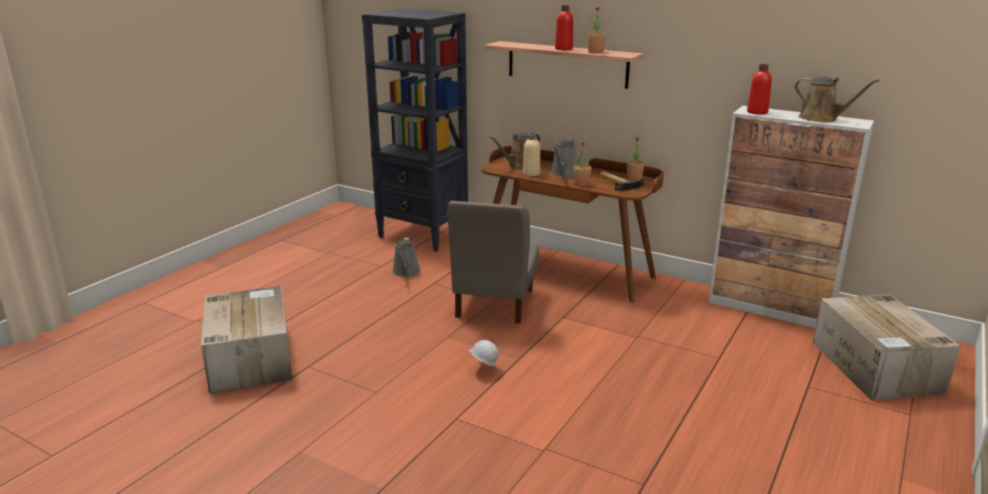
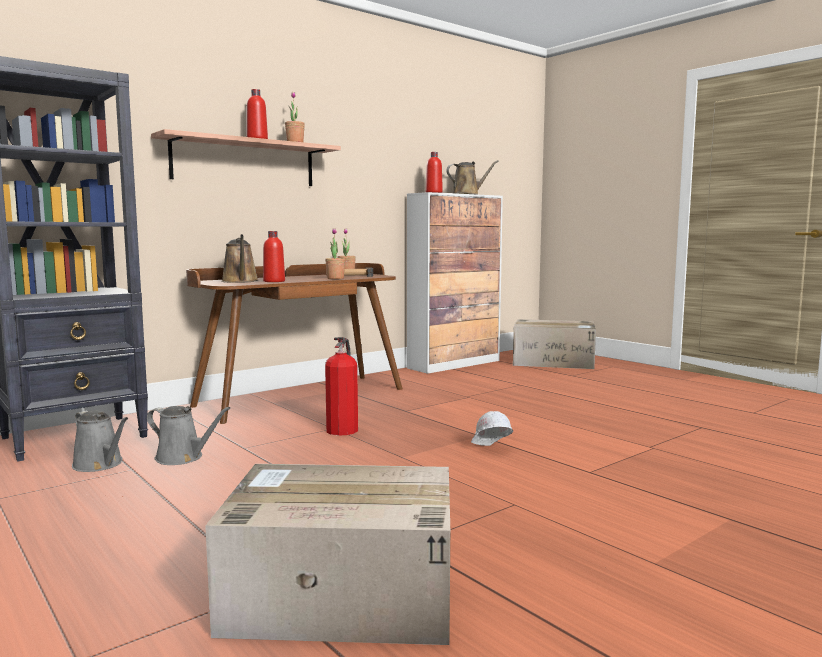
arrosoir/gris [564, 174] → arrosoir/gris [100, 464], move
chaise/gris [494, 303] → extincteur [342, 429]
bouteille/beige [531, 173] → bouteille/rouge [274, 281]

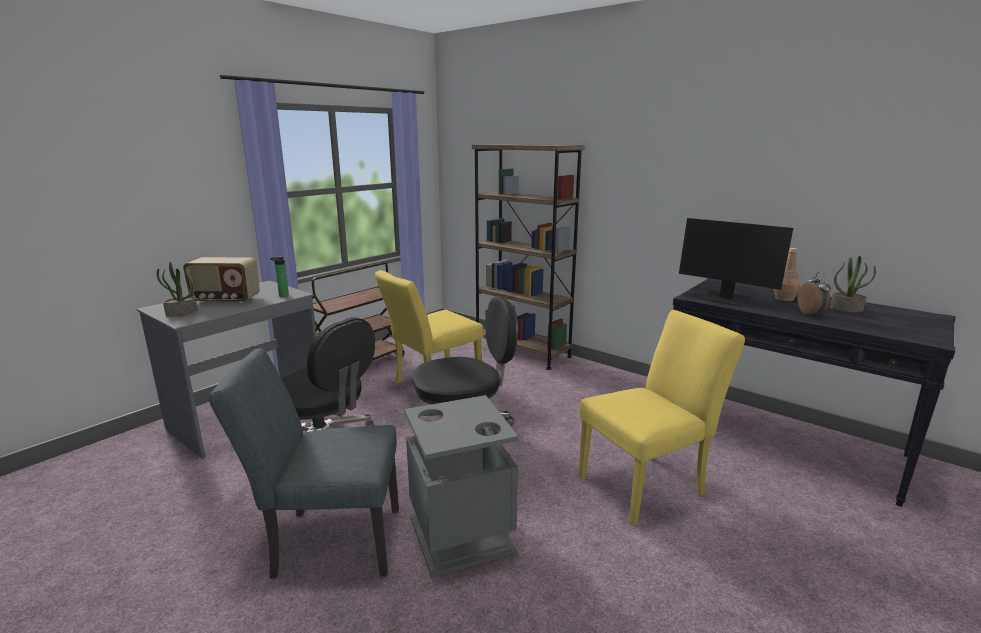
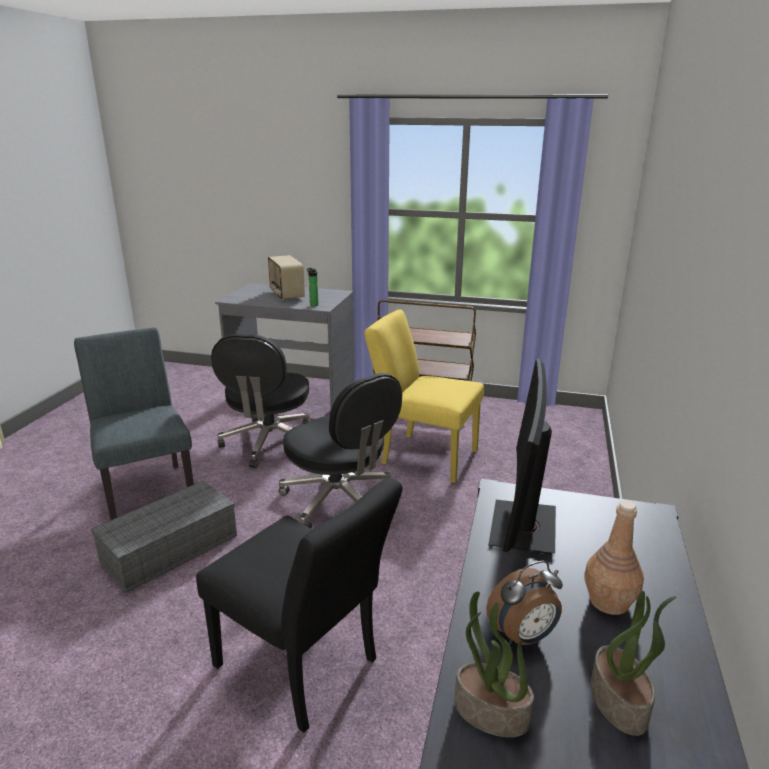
bibliothèque/marron [522, 351] → -
plante en pot [181, 313] → plante en pot [490, 713], move
poubelle/gris [462, 535] → boîte de rangement/gris [169, 550]
chaise/jaune [648, 484] → chaise/noir [305, 668]

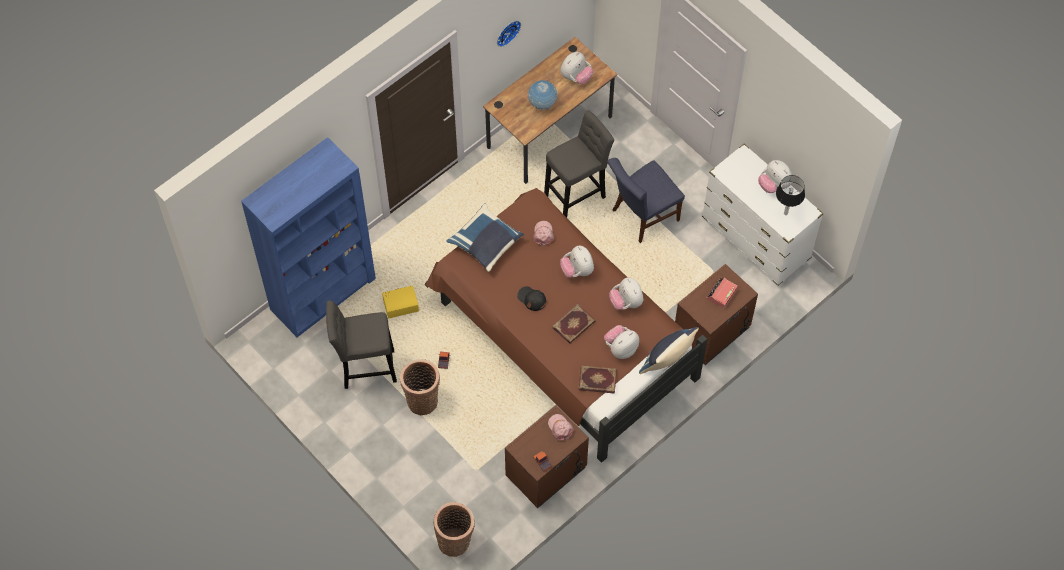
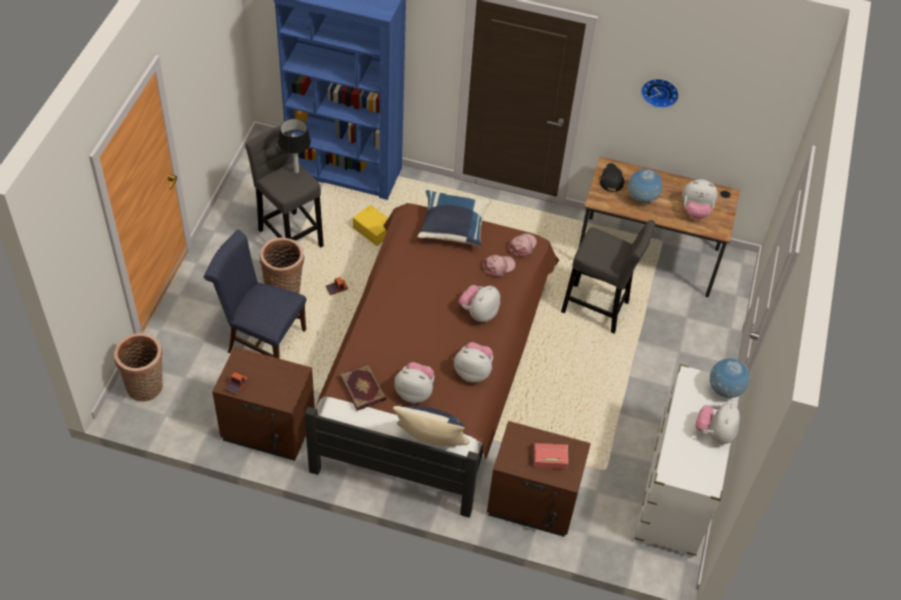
livre [574, 325] → -
- → globe [724, 390]
casquette/noir [531, 299] → casquette/noir [611, 180], move
casquette/rose [560, 428] → casquette/rose [522, 246], move
chaise/bleu [641, 217] → chaise/bleu [262, 340], move
lampe de table [785, 213] → lampe de table [296, 171], move
peluche [626, 302] → peluche [473, 372], 75 degrees clockwise

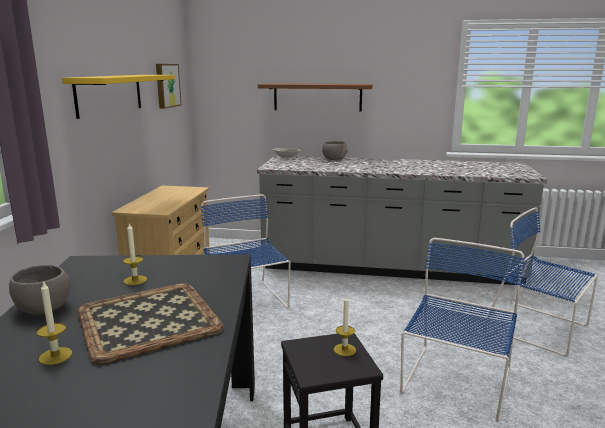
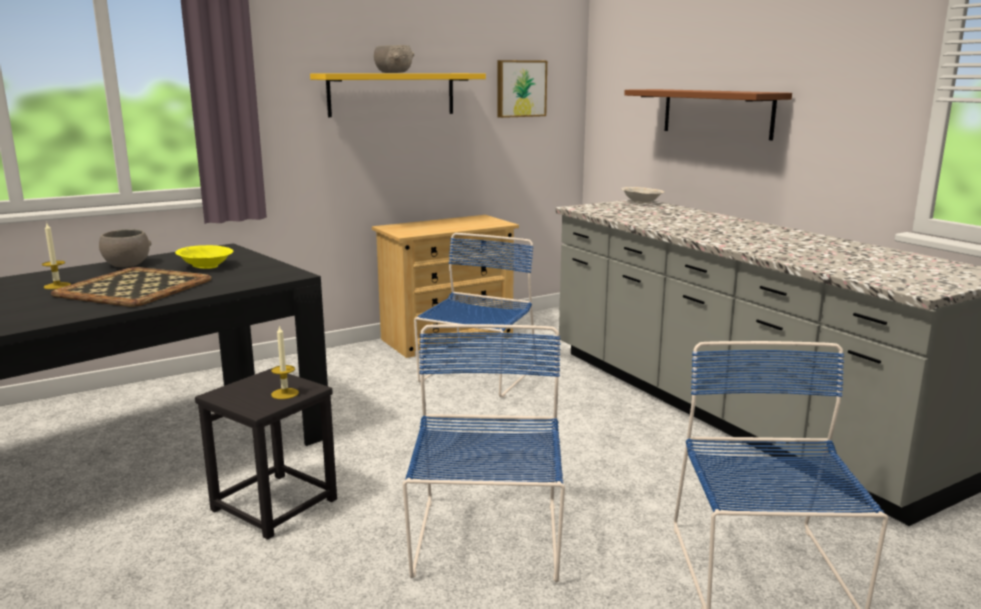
bol/gris [334, 159] → bol/gris [394, 73], move
bougie [135, 280] → bol/jaune [206, 266]
chaise/bleu [455, 384] → chaise/bleu [487, 542], 75 degrees counterclockwise

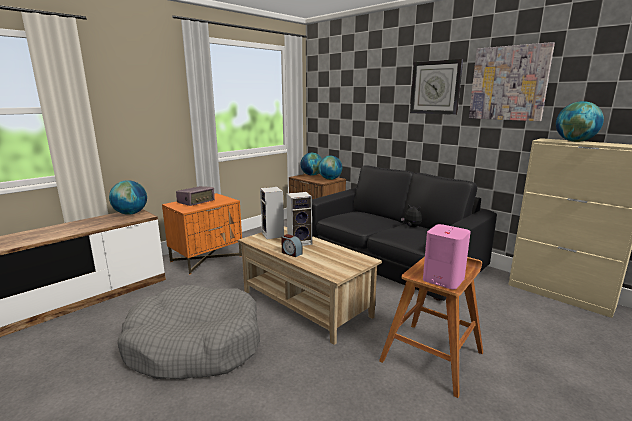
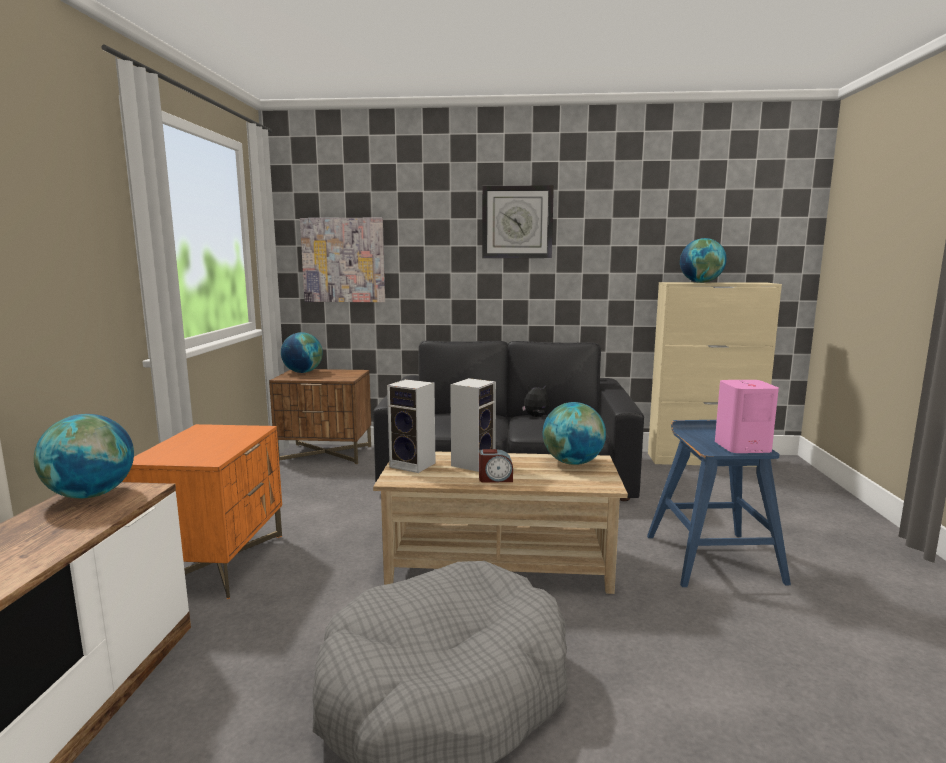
radio [196, 202] → -
globe [330, 179] → globe [573, 463], move
tableau [508, 83] → tableau [343, 260], move
tabouret/marron [432, 356] → tabouret/bleu [712, 557]

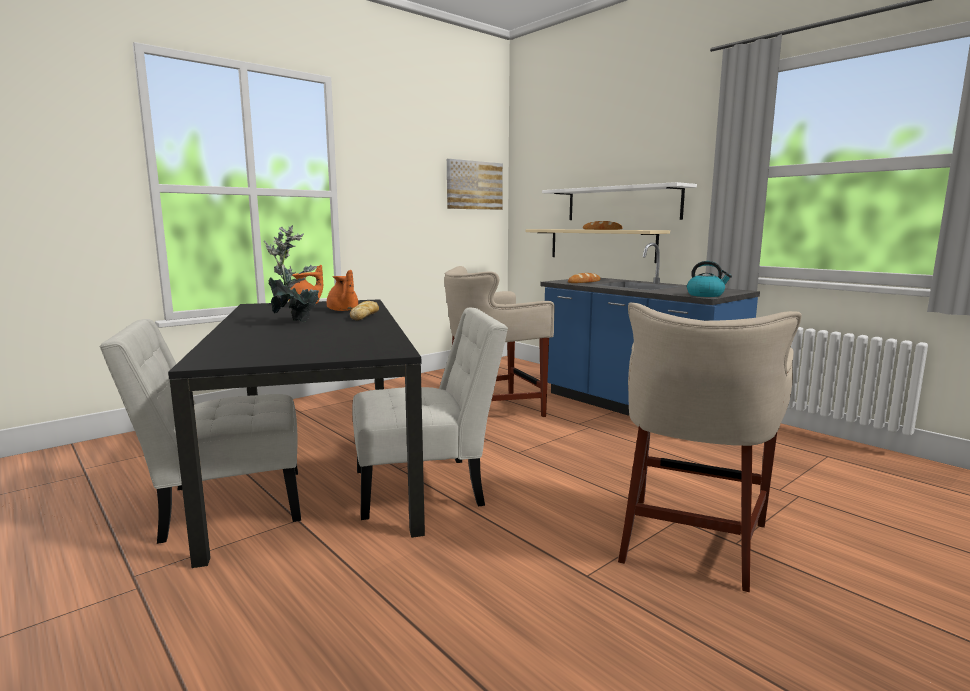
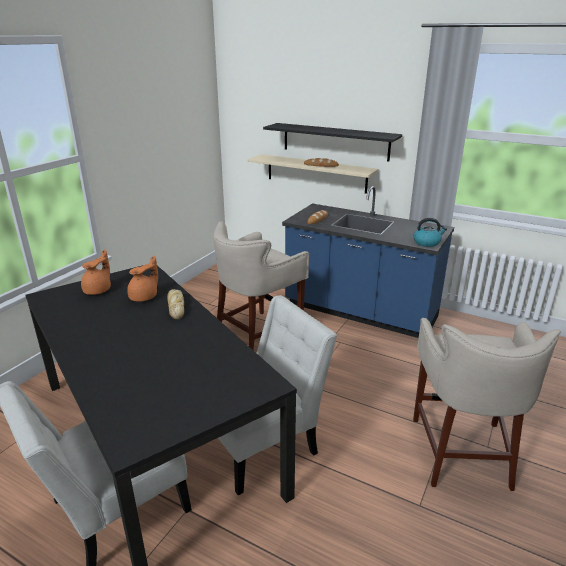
plante en pot [294, 321] → -
tableau [474, 185] → -
étagère/blanc [622, 204] → étagère/noir [335, 141]
théière/orange [343, 310] → théière/orange [145, 297], 90 degrees counterclockwise

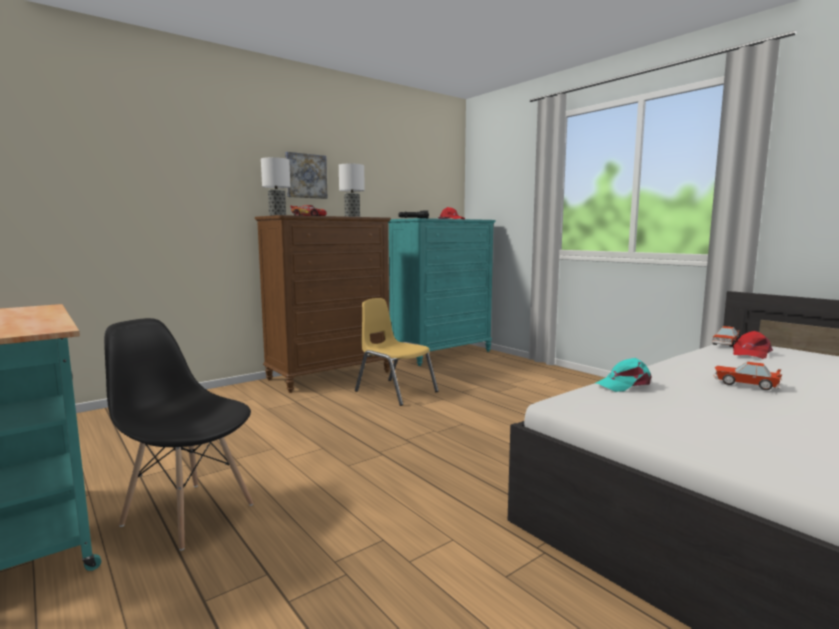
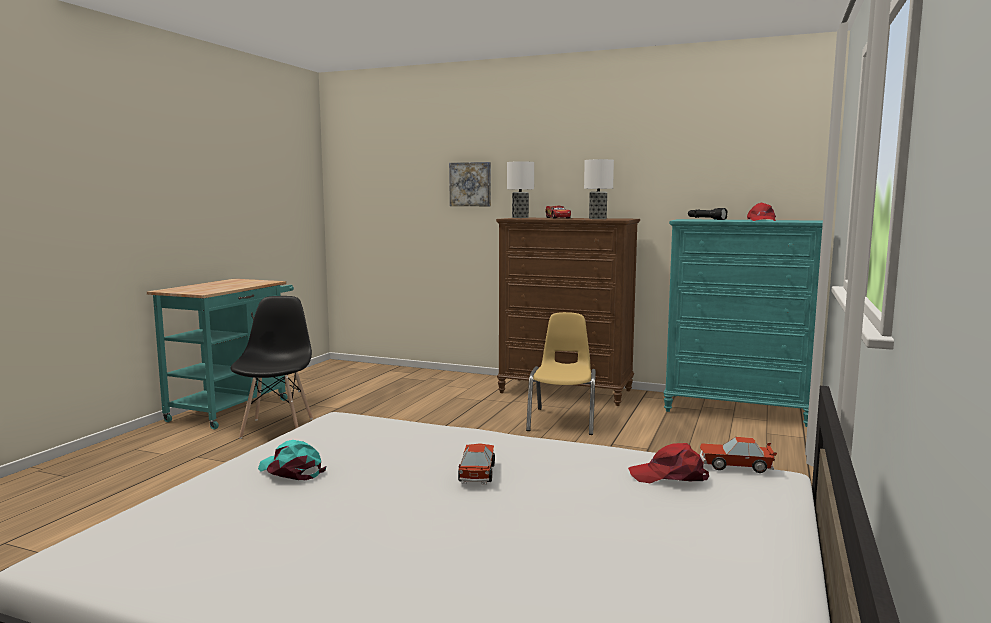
tableau [305, 176] → tableau [471, 184], move
casquette/turquoise [624, 385] → casquette/turquoise [291, 470], move

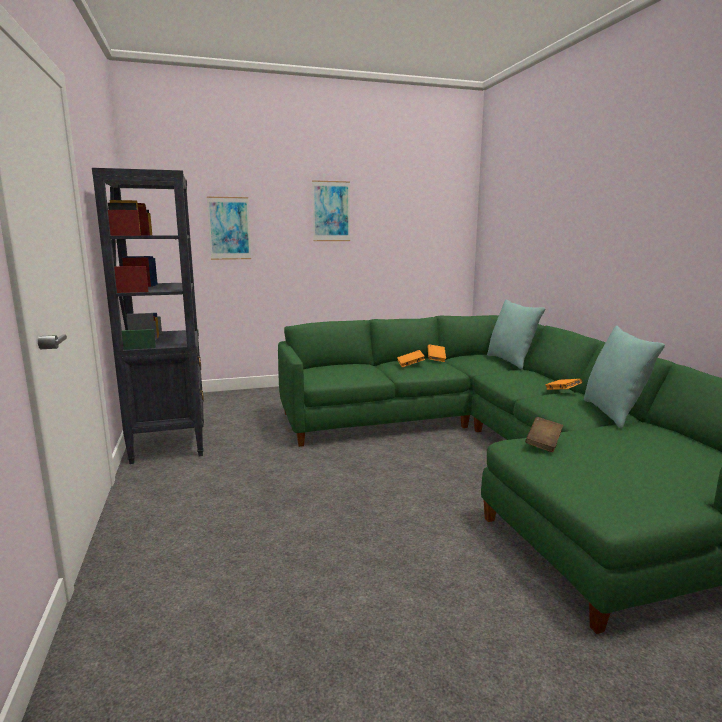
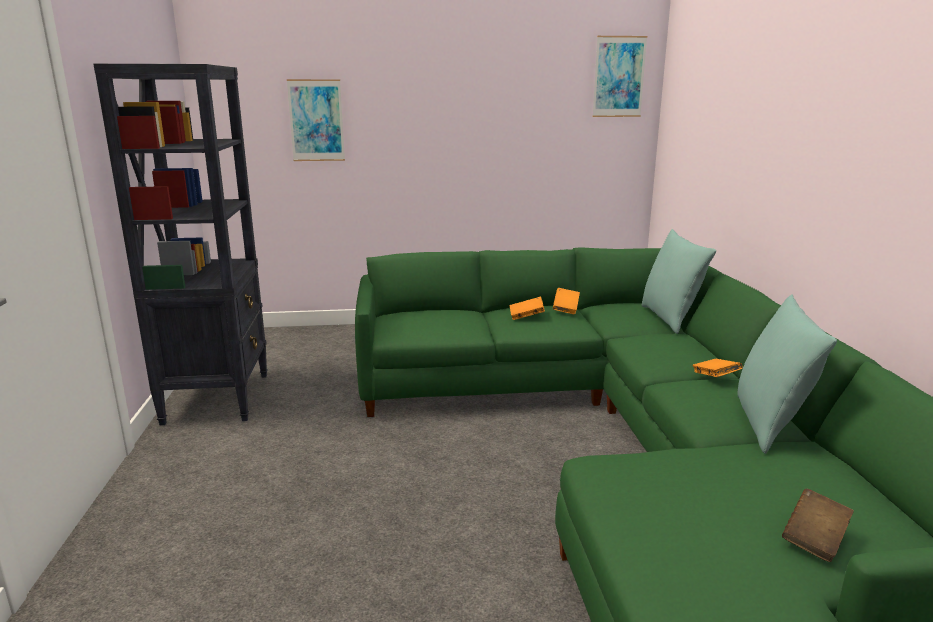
tableau [331, 211] → tableau [619, 77], move
livre/marron [543, 444] → livre/marron [814, 539], move

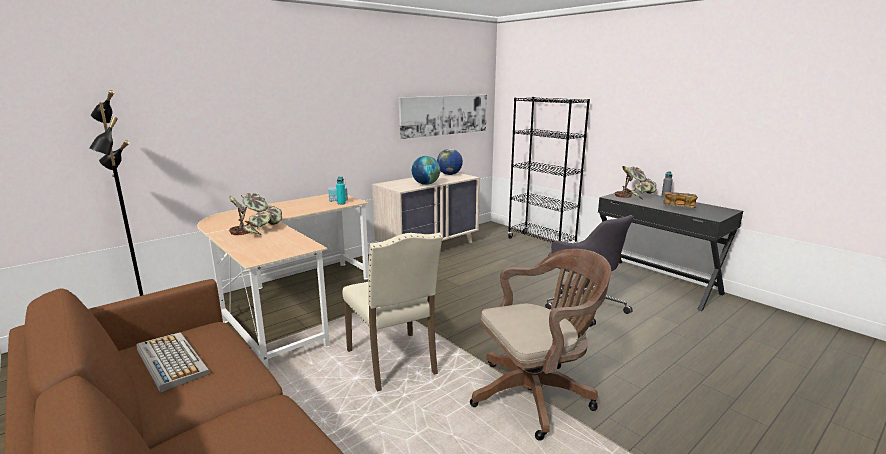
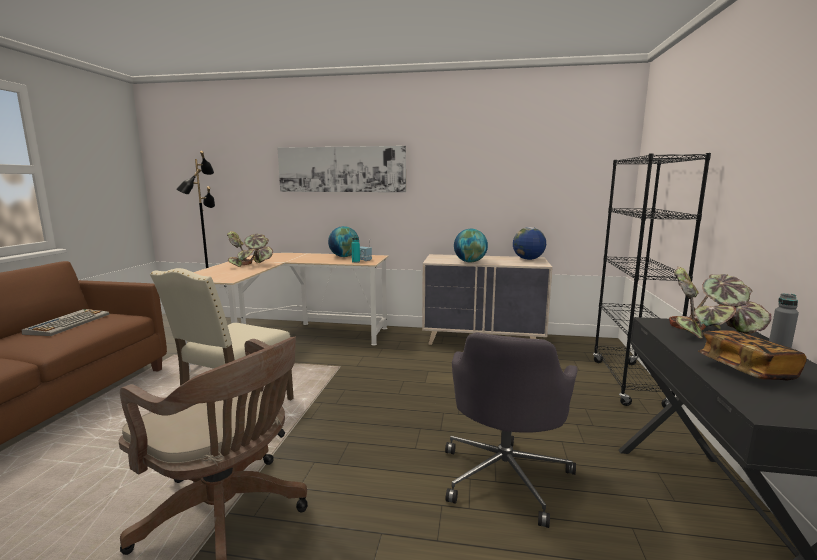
- → globe [344, 256]
tableau [444, 115] → tableau [341, 169], move

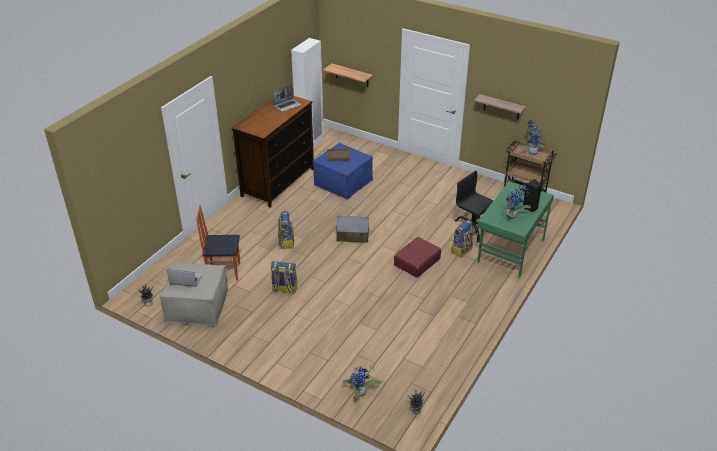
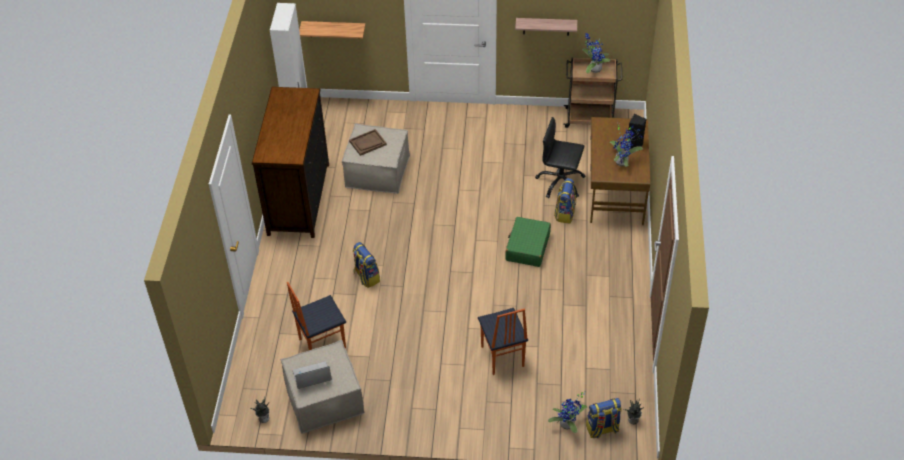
ordinateur portable [287, 105] → -
valise/gris [352, 234] → -
- → chaise [501, 357]
sac à dos [284, 289] → sac à dos [602, 429], move
pouf/bleu [343, 182] → pouf/beige [377, 171]
valise/rouge [416, 262] → valise/vert [527, 247]
bureau/vert [510, 250] → bureau/marron [615, 195]

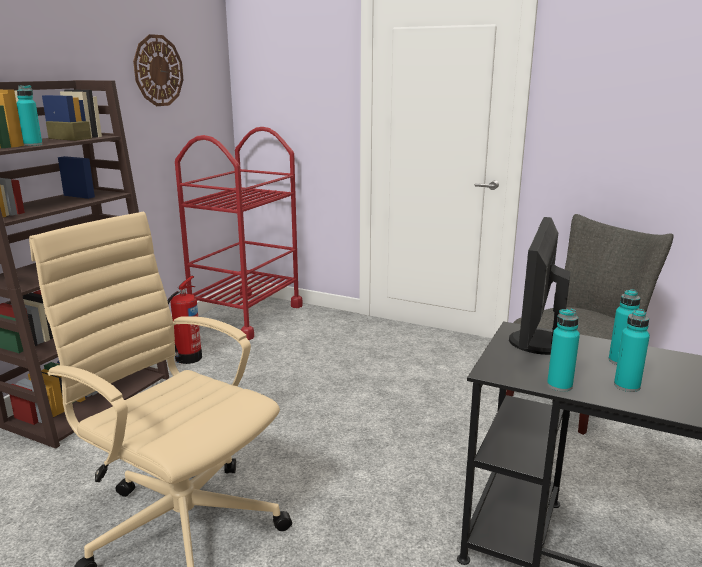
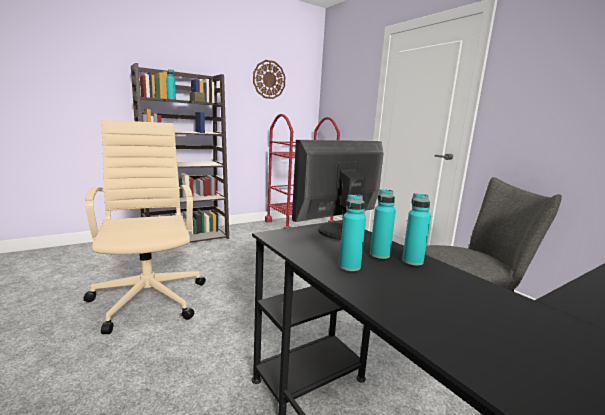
extincteur [187, 358] → -
bouteille/turquoise [559, 385] → bouteille/turquoise [412, 261], move

